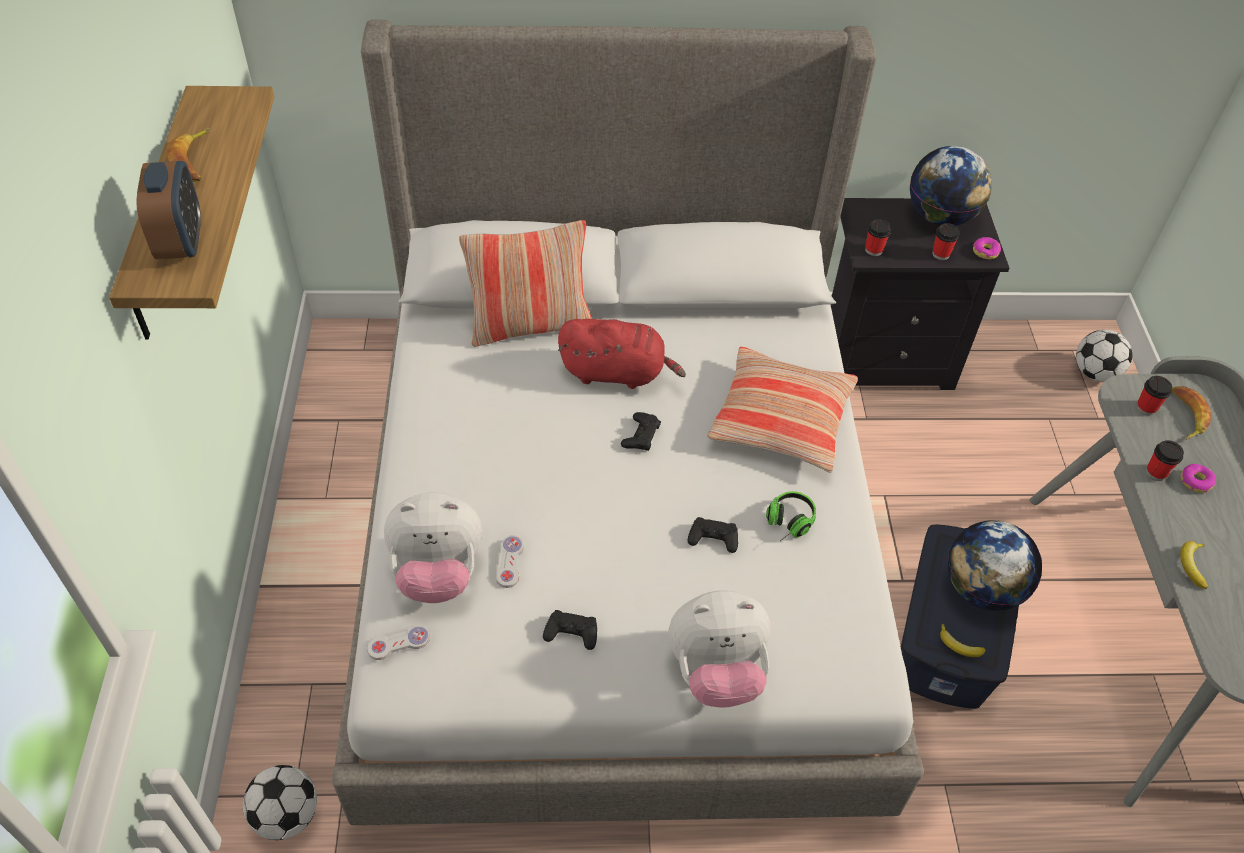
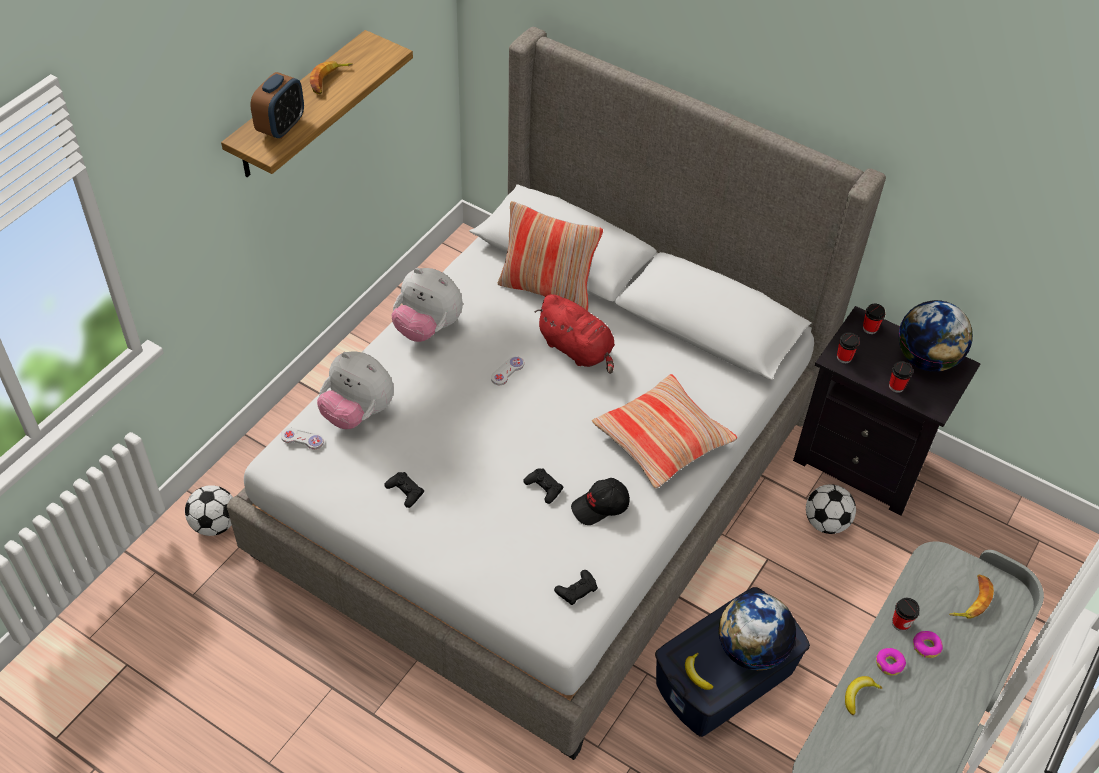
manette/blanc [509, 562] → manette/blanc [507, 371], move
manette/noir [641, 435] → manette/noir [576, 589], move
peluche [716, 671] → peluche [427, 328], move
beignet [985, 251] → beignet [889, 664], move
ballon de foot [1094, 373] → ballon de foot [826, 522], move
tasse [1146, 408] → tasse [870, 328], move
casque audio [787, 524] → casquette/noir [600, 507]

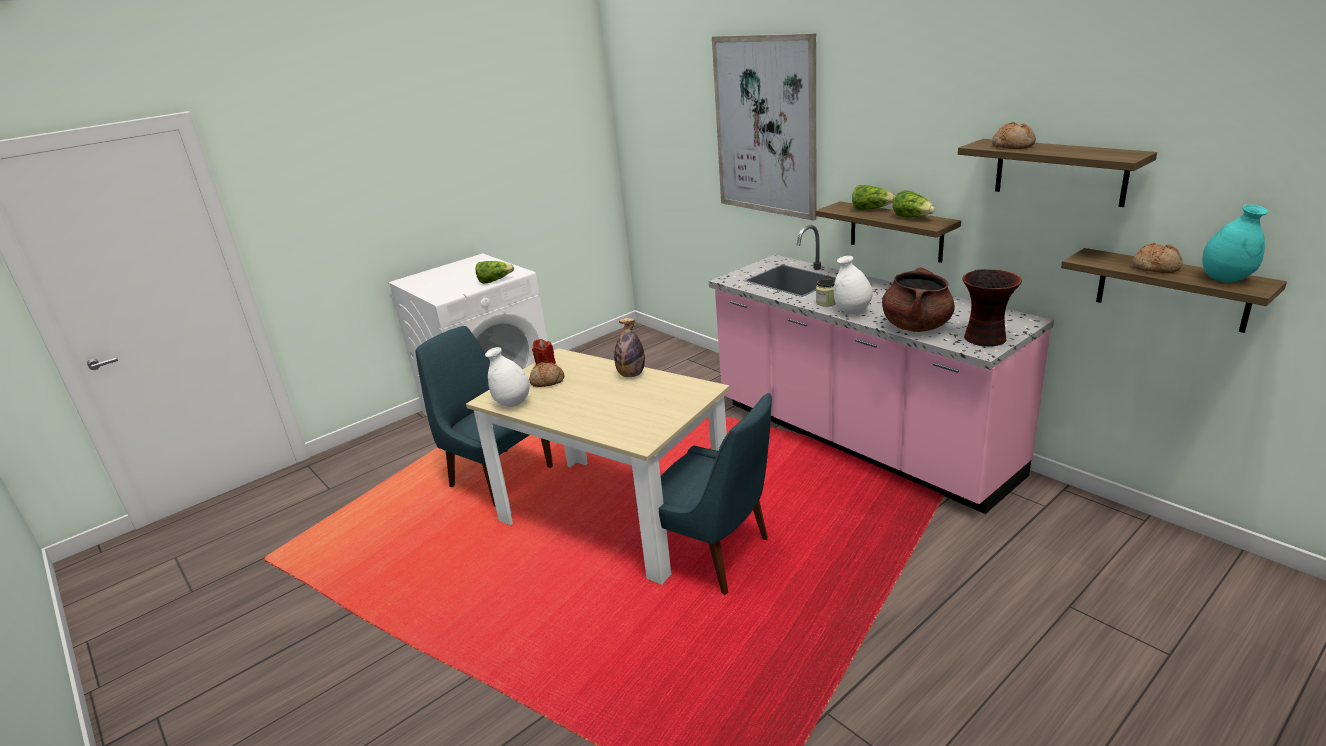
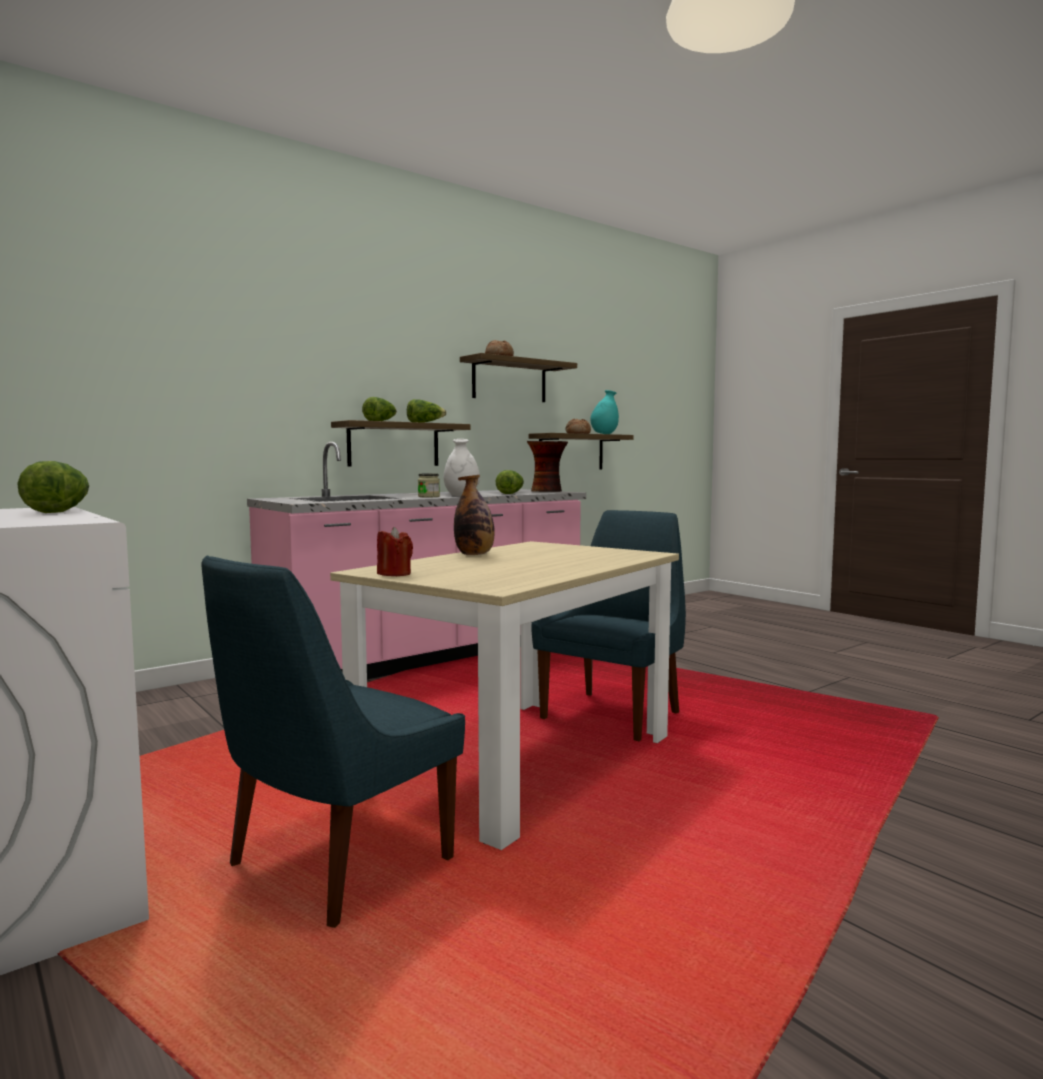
vase/blanc [512, 404] → -
pain [547, 381] → -
tableau [765, 126] → -
marmite/marron [916, 326] → laitue [510, 493]

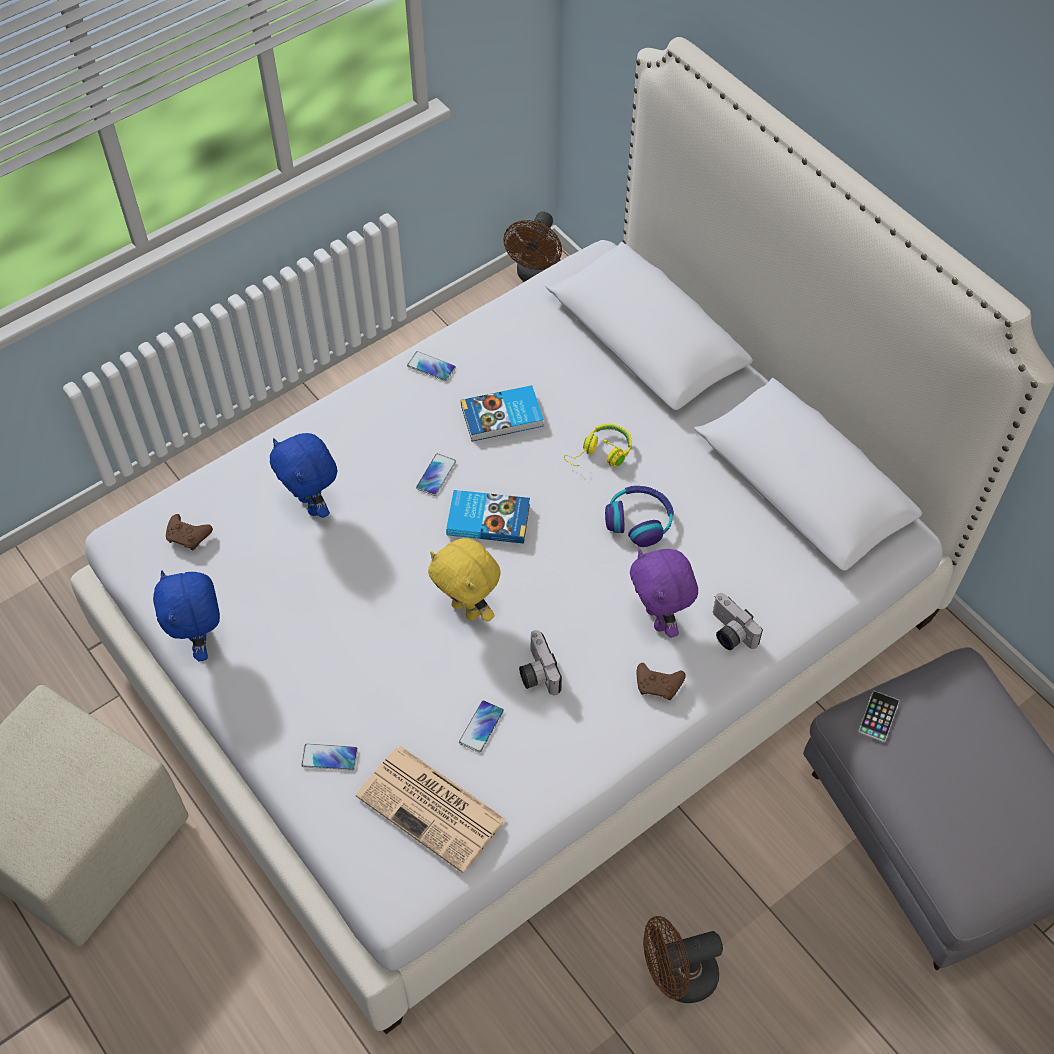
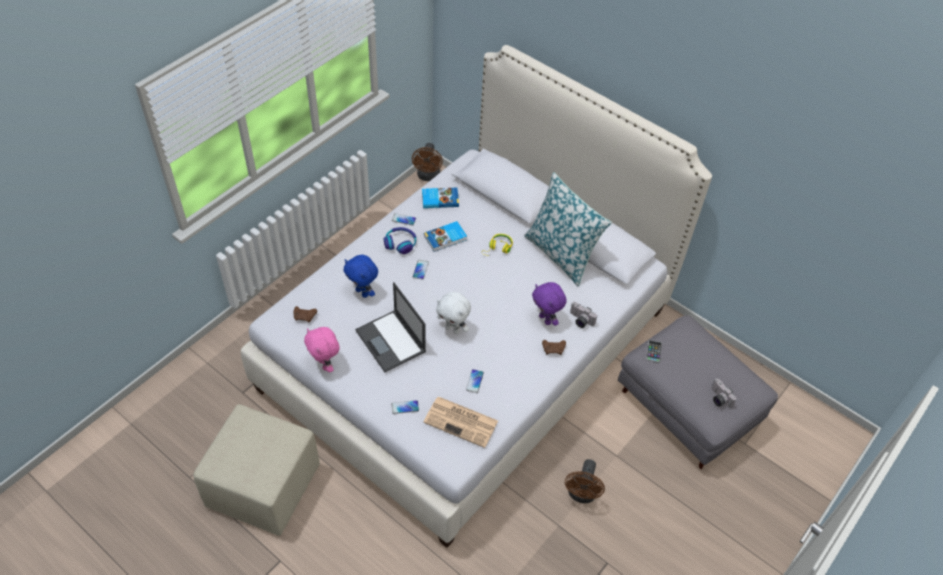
- → ordinateur portable [391, 341]
- → coussin [561, 254]
livre [488, 518] → livre [440, 199], move
appareil photo [536, 672] → appareil photo [718, 398], move
casque audio [639, 520] → casque audio [400, 243], move
peluche/bleu [201, 641] → peluche/rose [325, 364]
peluche/jaune [467, 609] → peluche/blanc [453, 329]
ventilateur/marron [677, 977] → ventilateur/marron [581, 495], 45 degrees counterclockwise

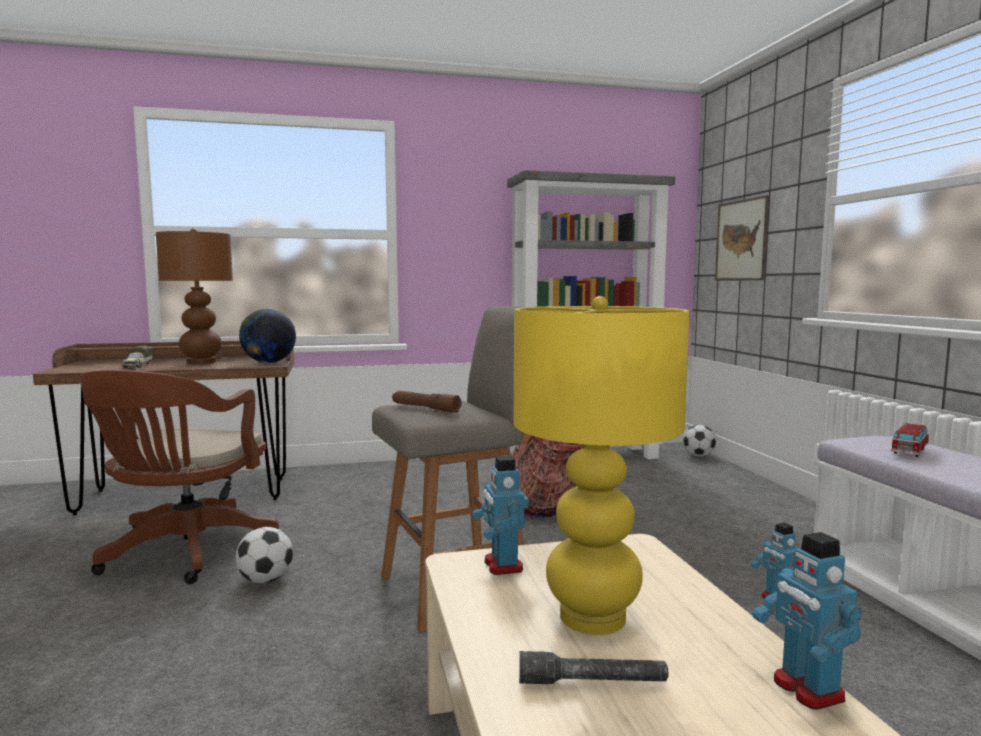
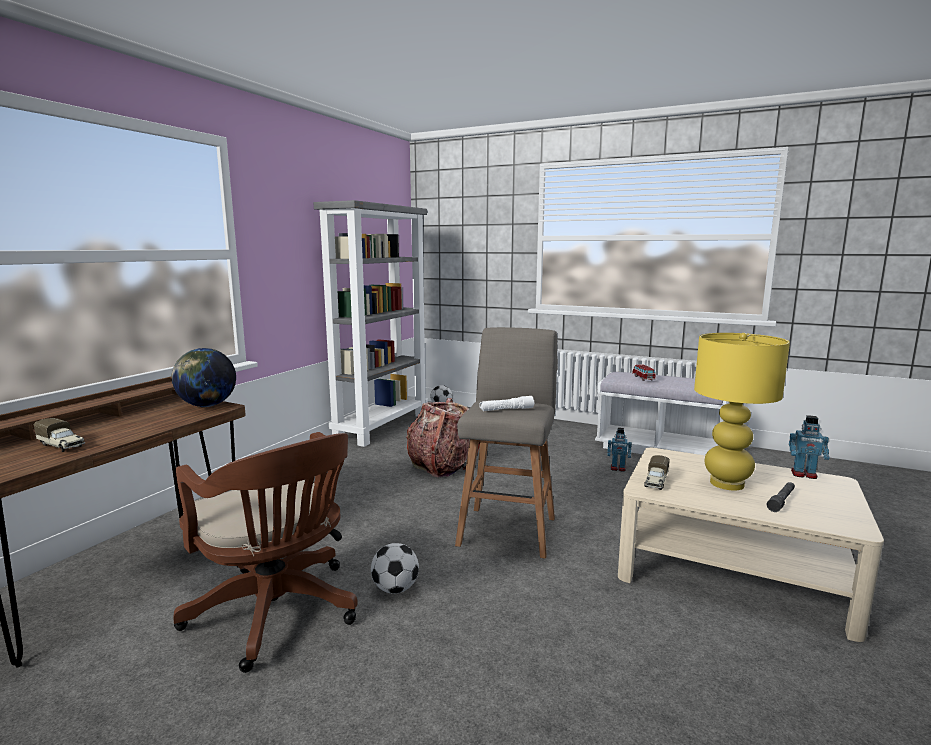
lampe de table/marron [202, 362] → -
tableau [741, 240] → -
robot jouet [502, 565] → camion jouet [656, 482]
lampe de poche/marron [425, 408] → lampe de poche/blanc [506, 410]

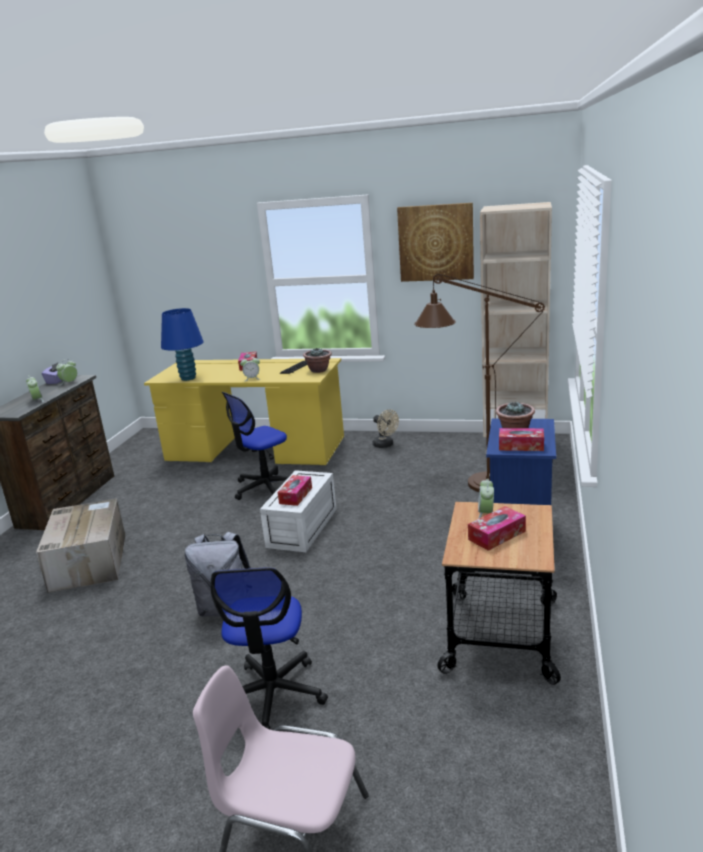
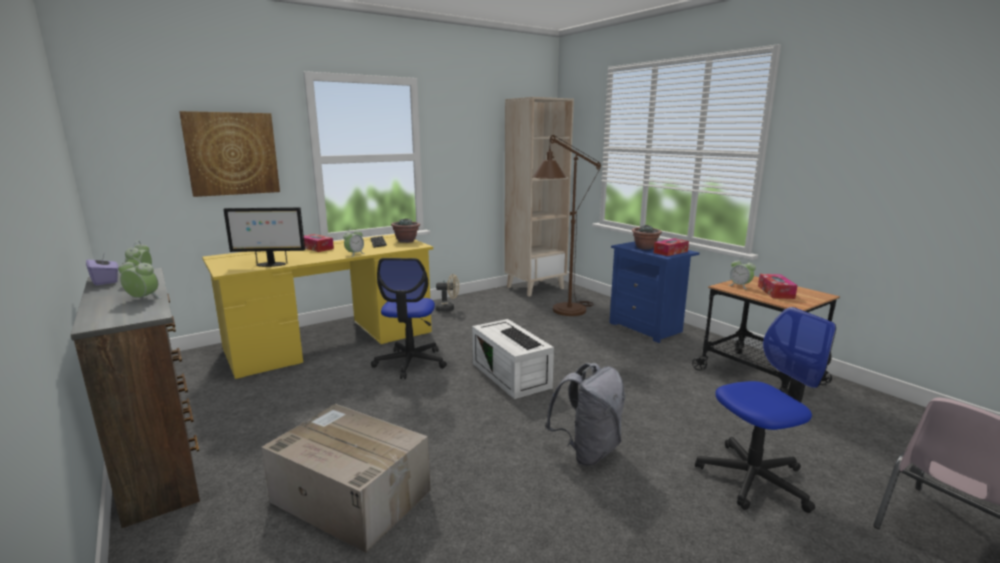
tableau [436, 242] → tableau [232, 154], move
lampe de table/bleu [188, 378] → écran d'ordinateur [270, 264]
boîte à mouchoirs [295, 495] → clavier [520, 339]
chaise de bureau [272, 694] → chaise de bureau [753, 478], 60 degrees counterclockwise

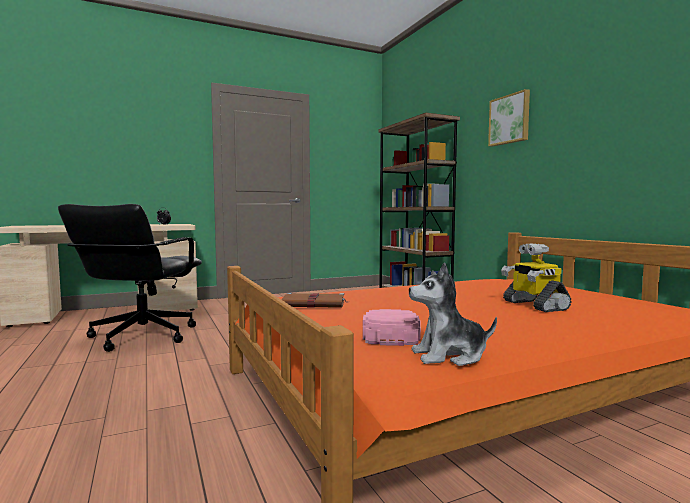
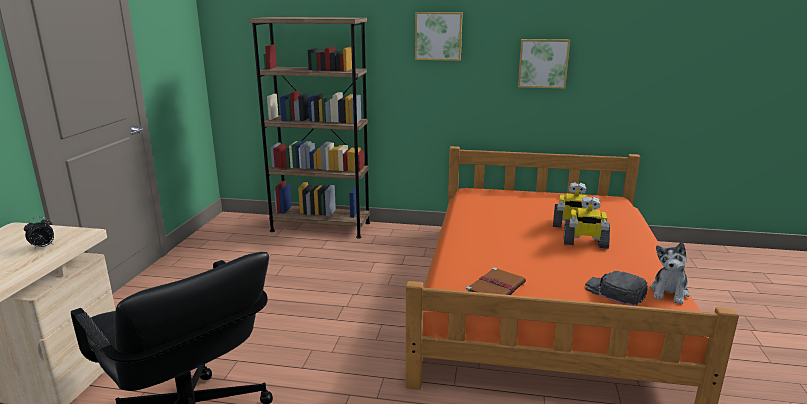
- → tableau [543, 63]
- → robot jouet [585, 242]
casquette/rose [389, 333] → casquette/noir [615, 292]

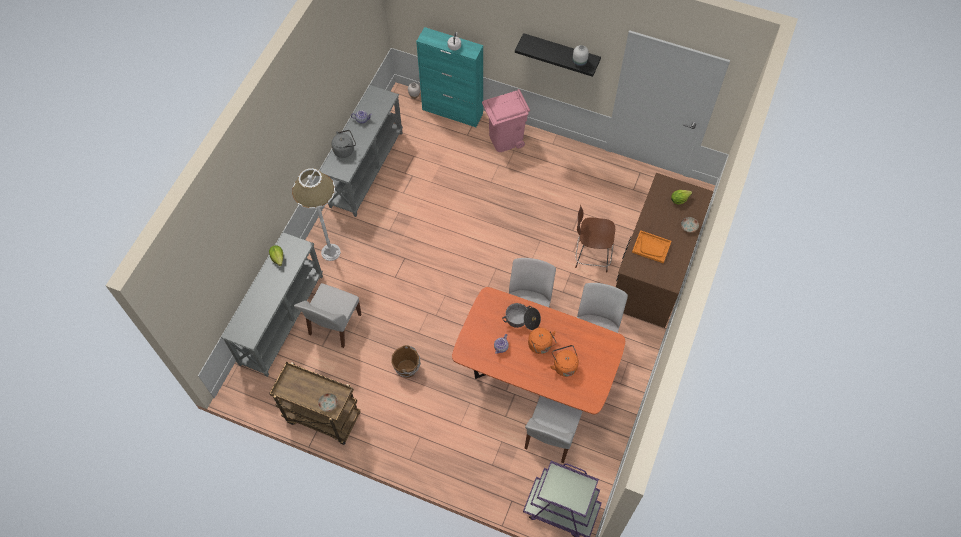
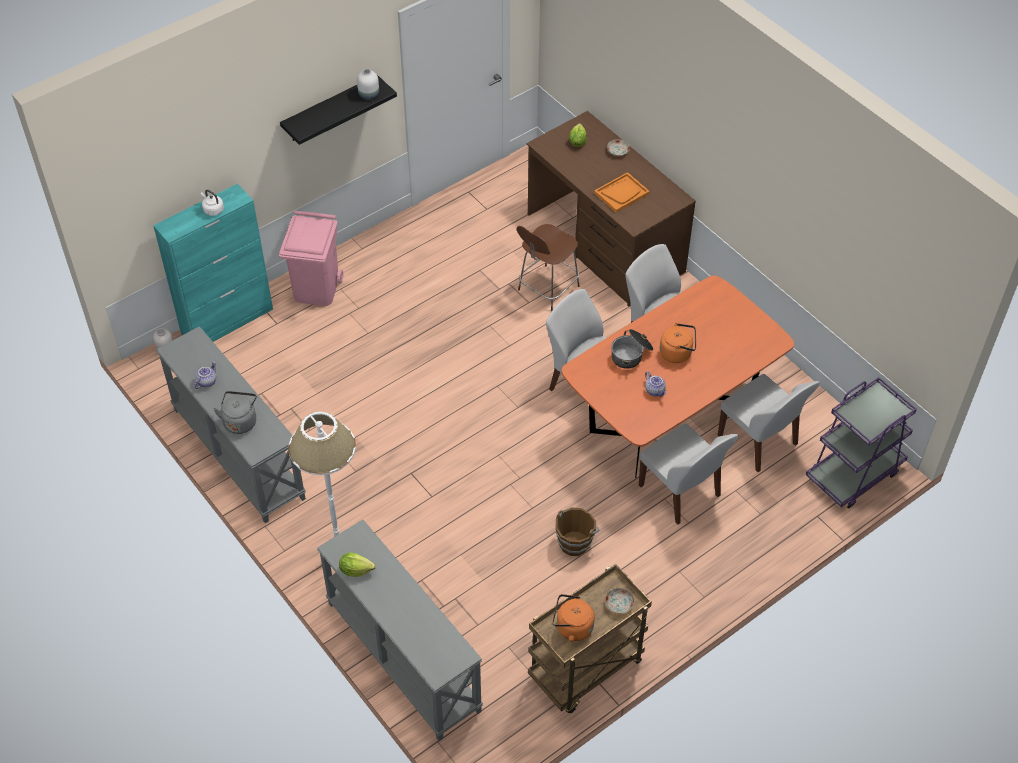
chaise/blanc [334, 325] → chaise/blanc [680, 492], move
bouilloire/orange [564, 365] → bouilloire/orange [572, 627], move

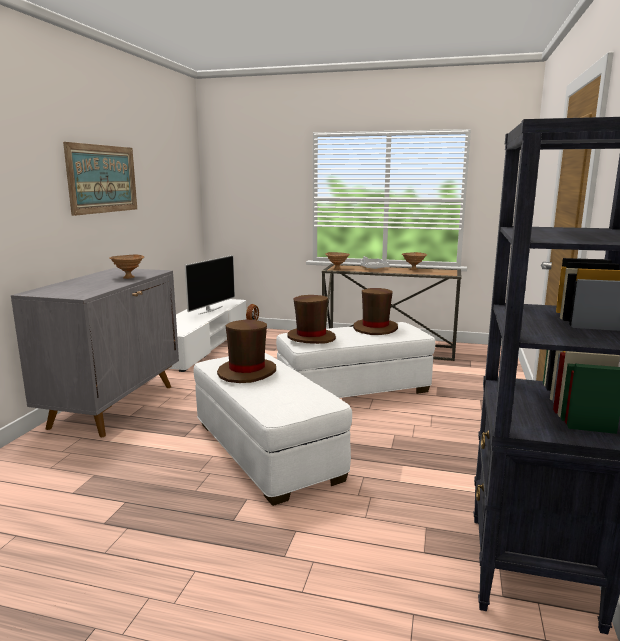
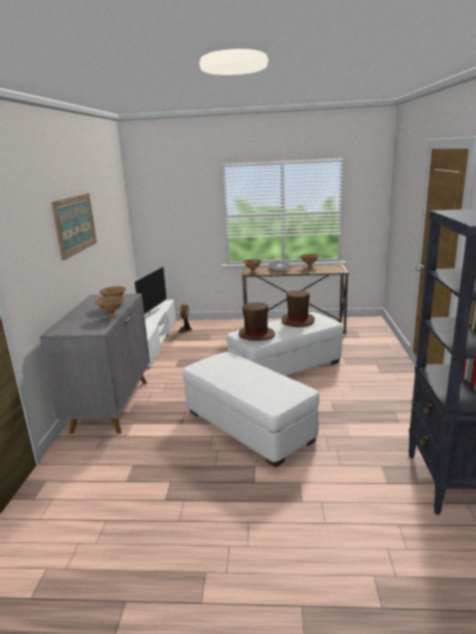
chapeau/marron [247, 372] → -
- → bol/marron [112, 316]

